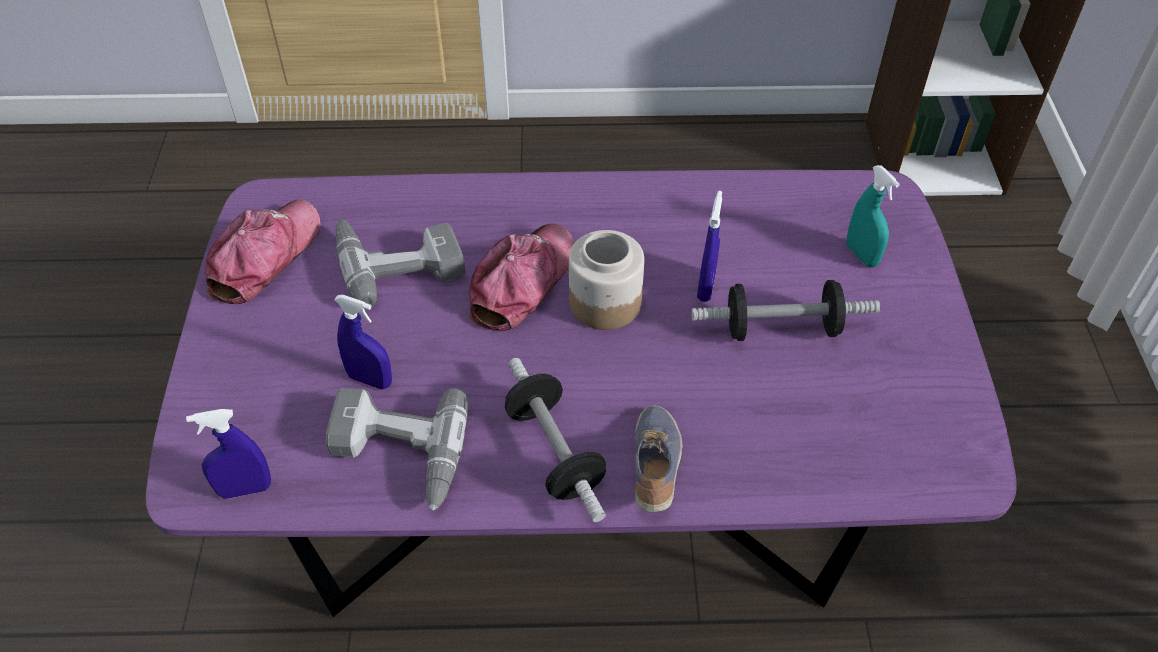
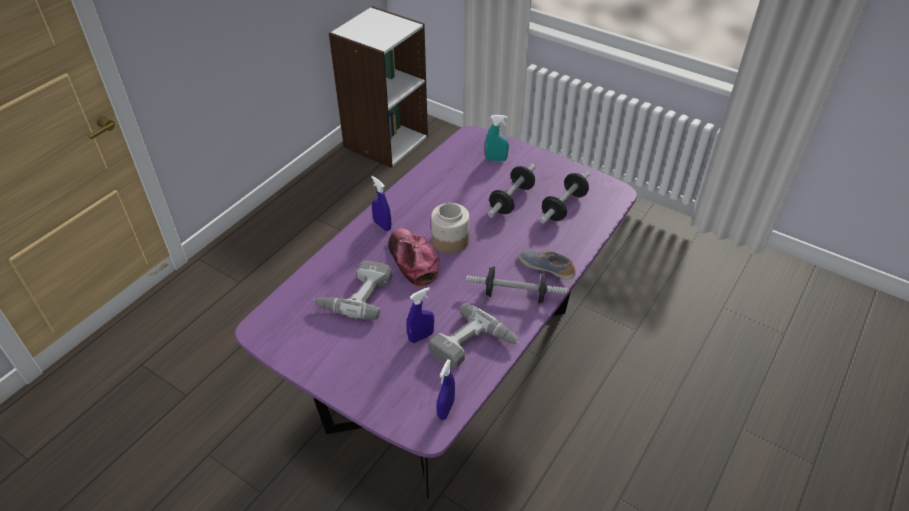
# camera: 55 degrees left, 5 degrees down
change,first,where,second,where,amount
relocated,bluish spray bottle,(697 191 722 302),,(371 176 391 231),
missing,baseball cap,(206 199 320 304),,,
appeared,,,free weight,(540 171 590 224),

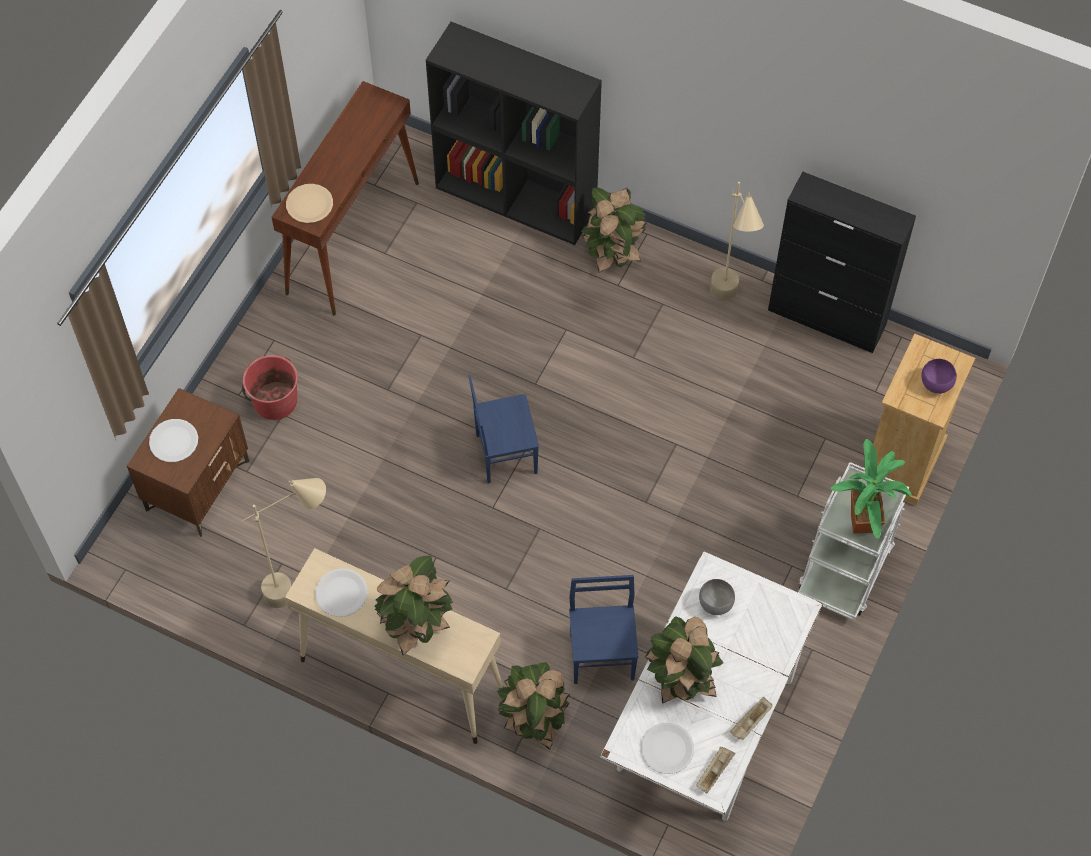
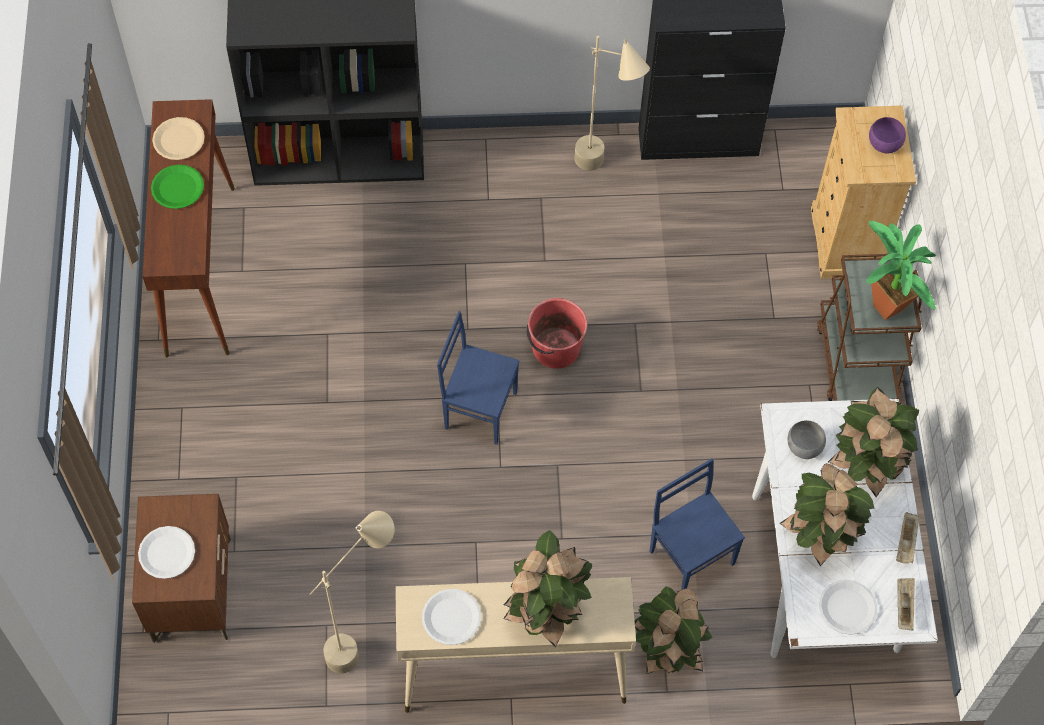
# camera: 30 degrees left, 0 degrees up
change,first,where,second,where,amount
relocated,beige-coloured flat dish,(286 184 333 223),,(152 117 205 160),
relocated,plant in a pot,(581 187 647 273),,(828 387 919 497),
relocated,red-coloured water bucket,(242 355 298 420),,(527 298 587 369),
spun,bluish plain chair,(468 375 539 483),,(437 311 520 445),60 degrees clockwise
colour,white-coloured cart,(798 462 909 621),brown-coloured cart,(817 254 922 405),
appeared,,,green flat dish,(151 165 204 209),

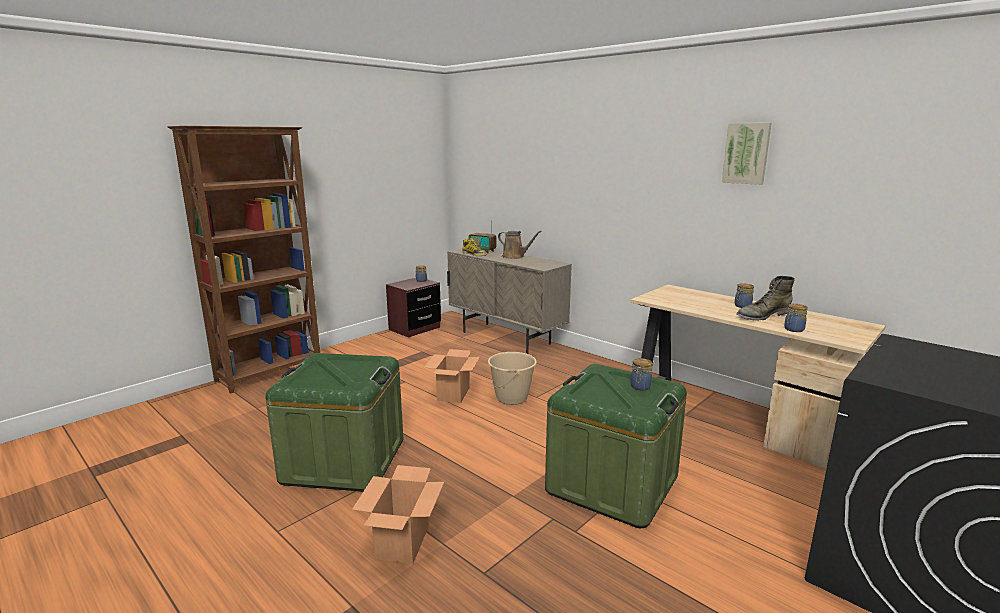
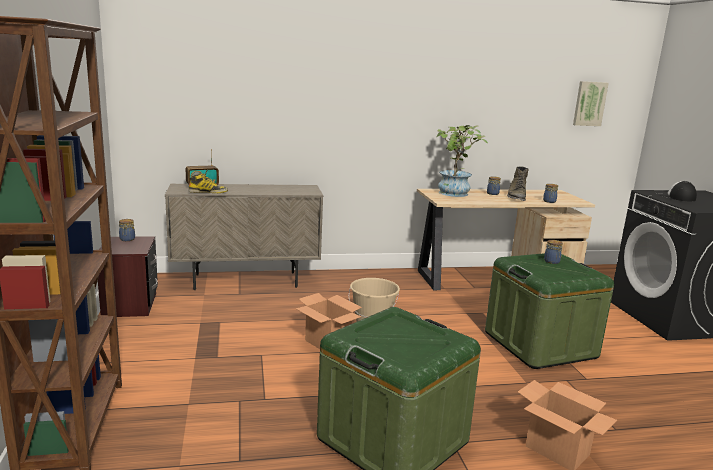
# camera: 55 degrees left, 0 degrees up
change,first,where,second,where,amount
relocated,picture,(722 123 772 185),,(573 81 609 126),
missing,brown-coloured watering can,(498 231 542 259),,,
appeared,,,plant in a pot,(436 125 488 197),
appeared,,,baseball cap,(656 181 697 201),

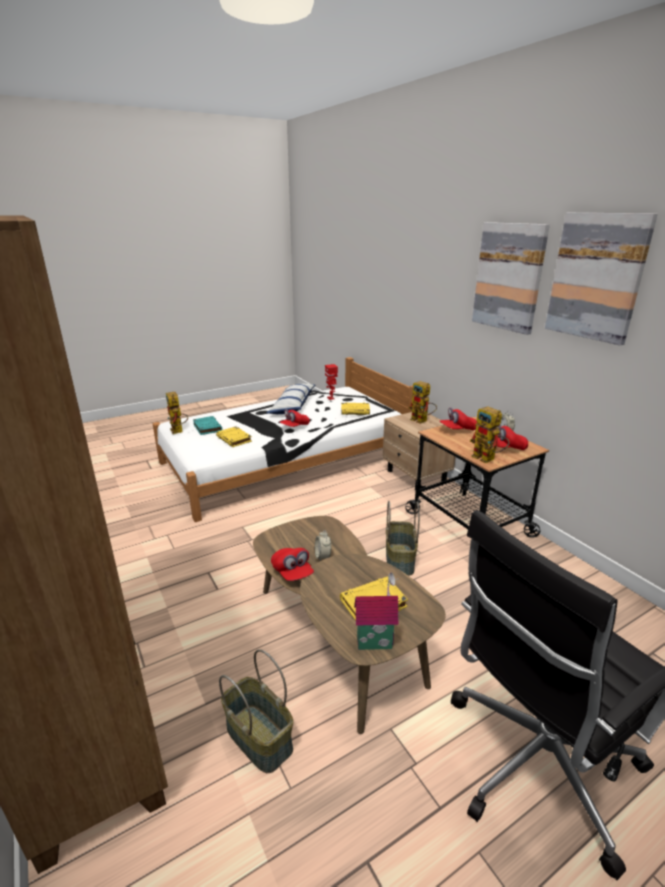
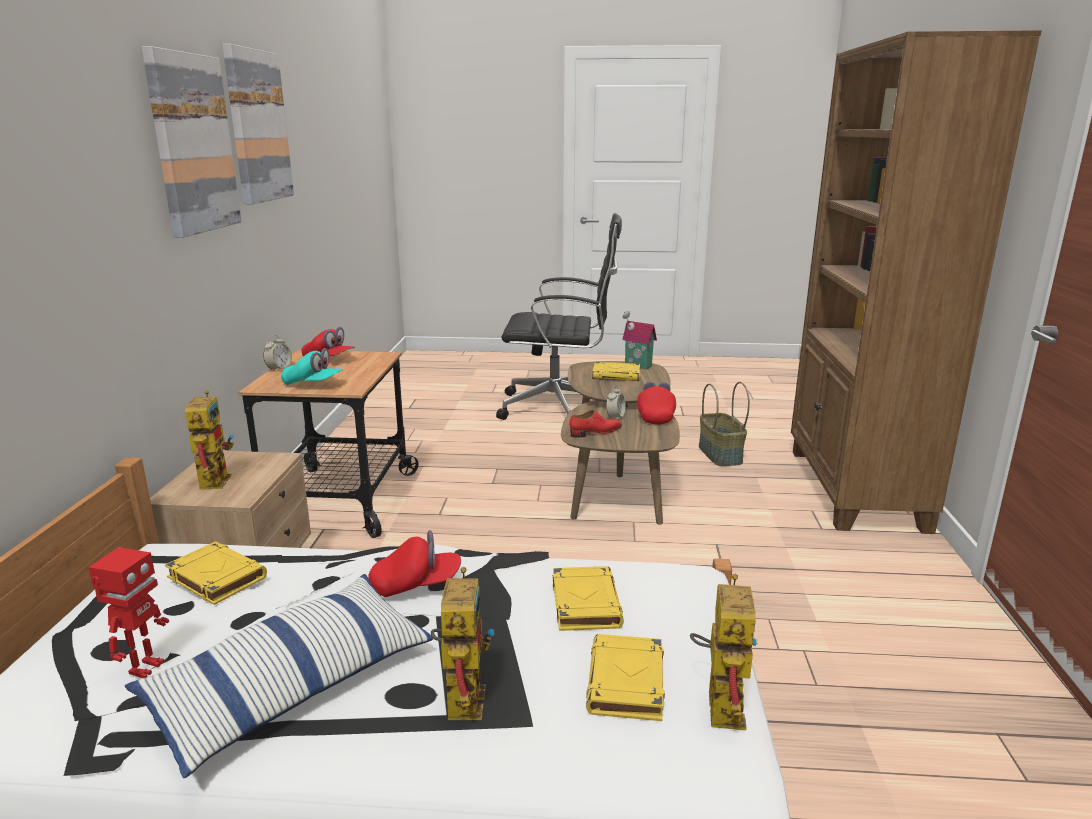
# camera: 145 degrees left, 5 degrees down
change,first,where,second,where,amount
relocated,model robot,(469 406 510 463),,(431 567 494 720),
colour,red-coloured baseball cap,(440 407 477 430),turquoise baseball cap,(281 348 343 385),
colour,turquoise volume,(193 416 222 435),yellow-coloured volume,(586 634 665 721),
missing,household basket,(386 501 420 576),,,
appeared,,,red-coloured item of footwear,(569 410 622 438),

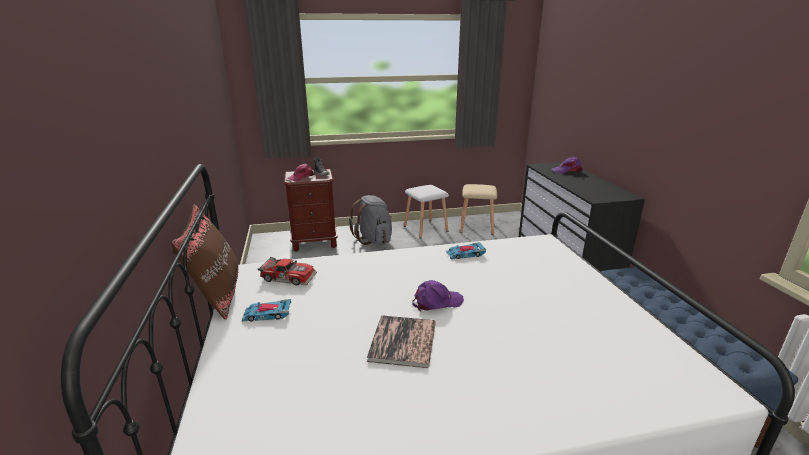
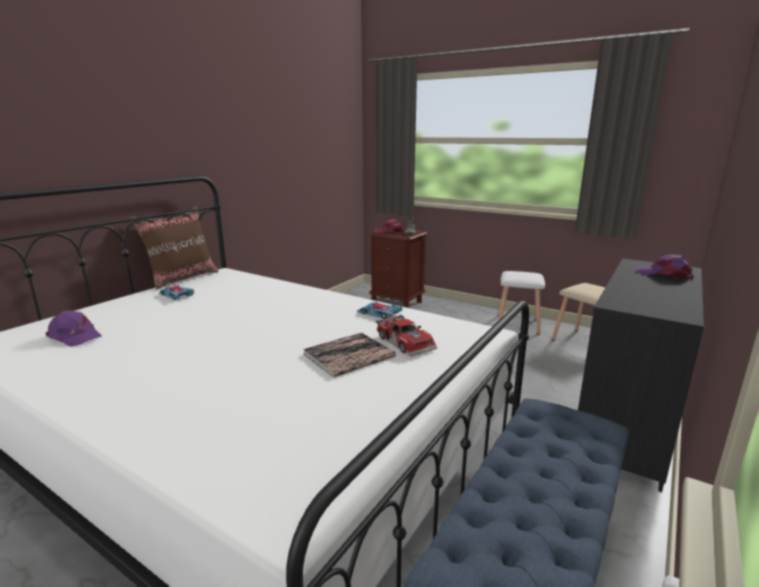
# camera: 45 degrees right, 5 degrees down
change,first,where,second,where,amount
missing,greyish rucksack,(349 195 392 245),,,
relocated,toy car,(258 257 317 285),,(376 314 437 356),
relocated,purple-coloured baseball cap,(412 280 464 312),,(46 310 102 347),
relocated,volume,(367 315 436 368),,(303 333 396 377),

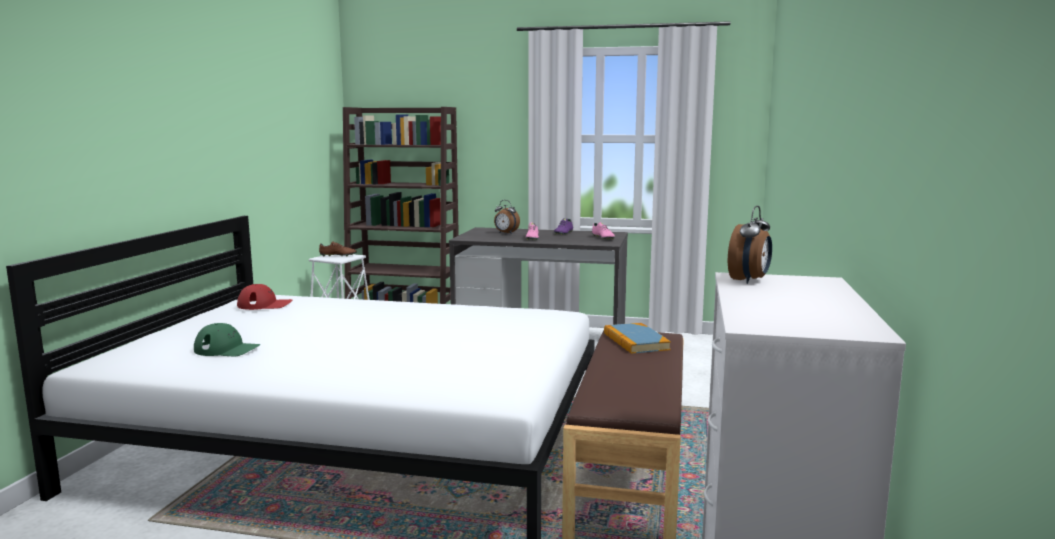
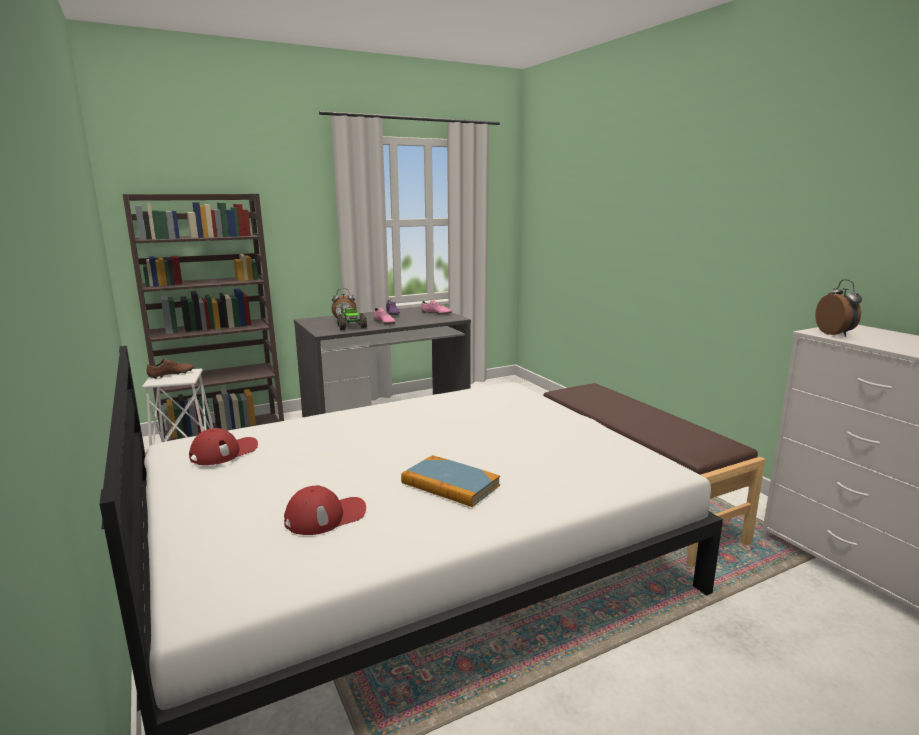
# camera: 40 degrees left, 5 degrees up
change,first,where,second,where,amount
colour,green baseball cap,(194 323 260 356),red-coloured baseball cap,(284 485 366 535),
relocated,volume,(604 323 671 354),,(401 455 500 507),
appeared,,,toy lorry,(337 303 367 330),

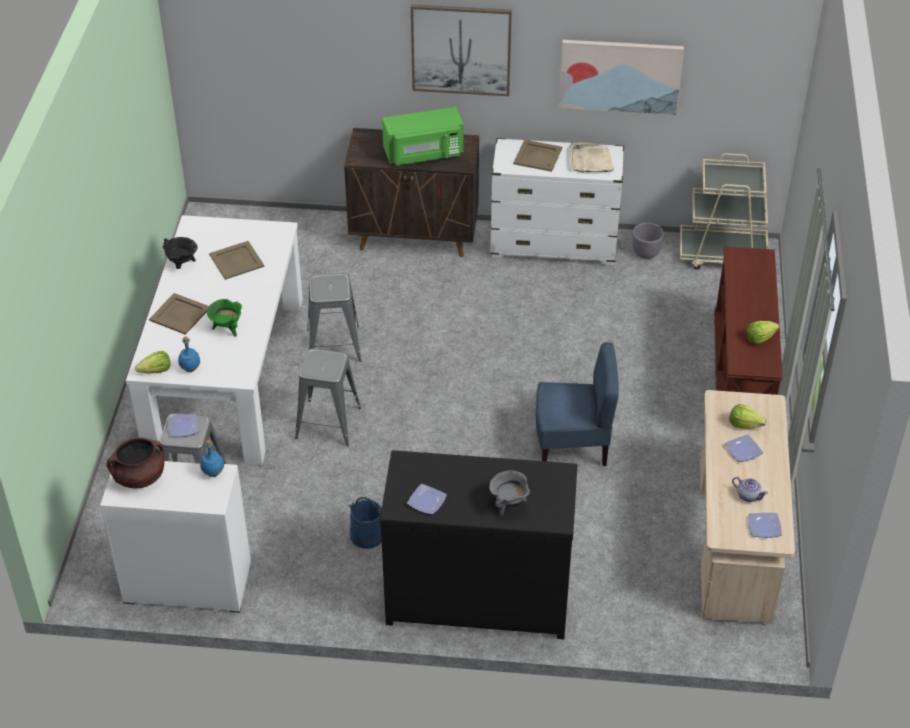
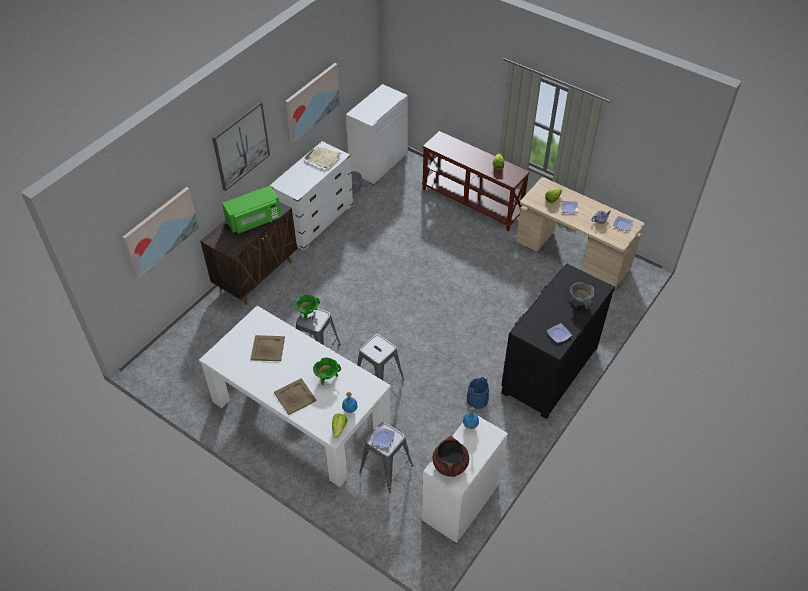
# camera: 60 degrees left, 5 degrees up
change,first,where,second,where,amount
spun,green kitchen microwave,(382 107 464 166),,(222 186 281 234),45 degrees clockwise
missing,beige-coloured serving tray,(513 140 562 172),,,
exchanged,beige-coloured cart,(680 153 769 269),white-coloured cabinet,(346 84 408 185),
missing,blackish saucepot,(163 237 197 269),,,
missing,bluish plain chair,(536 342 619 466),,,
appeared,,,picture,(122 187 199 278),
appeared,,,green saucepot,(295 295 320 320),

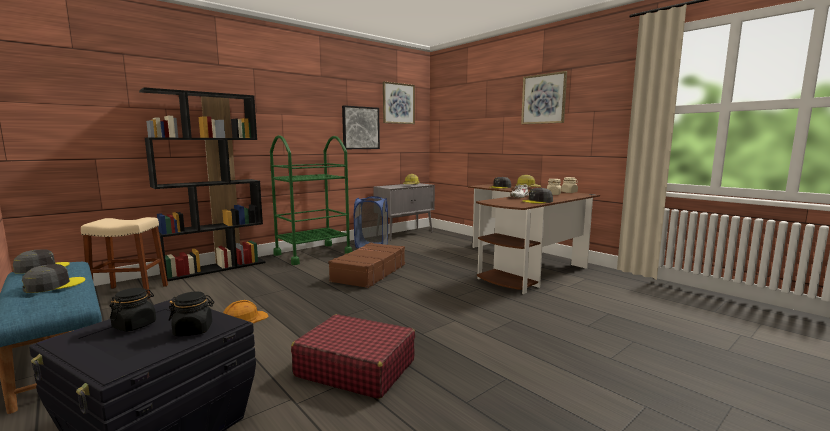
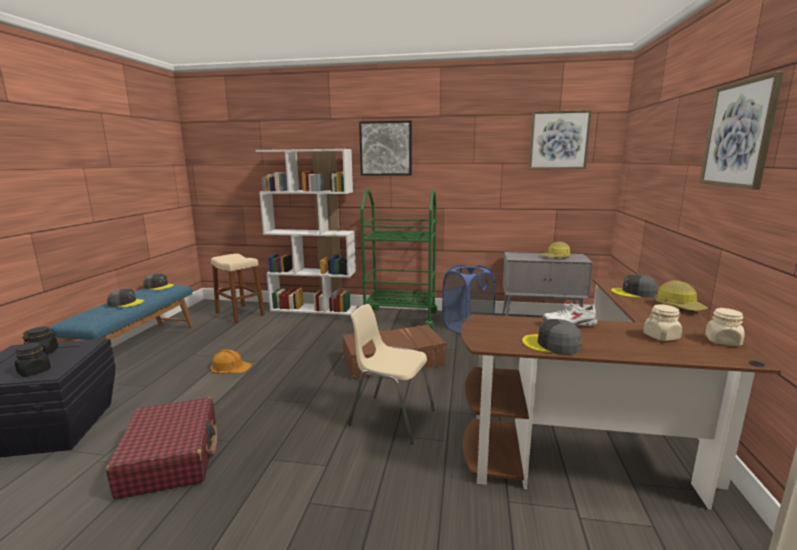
# camera: 50 degrees right, 5 degrees up
change,first,where,second,where,amount
colour,blackish bookcase,(139 87 266 282),white-coloured bookcase,(255 149 357 315),
relocated,picture,(342 105 380 149),,(359 120 412 175),
appeared,,,beige-coloured plain chair,(348 304 435 444),

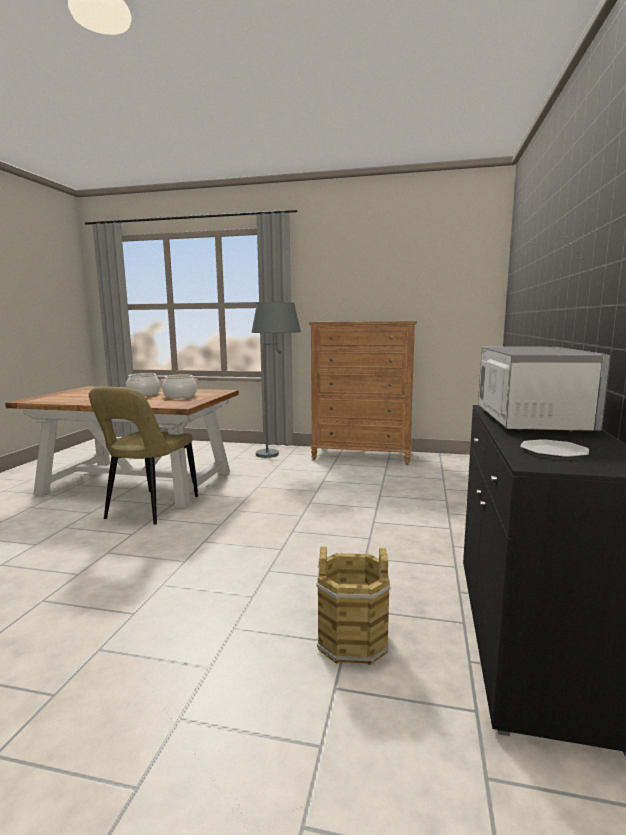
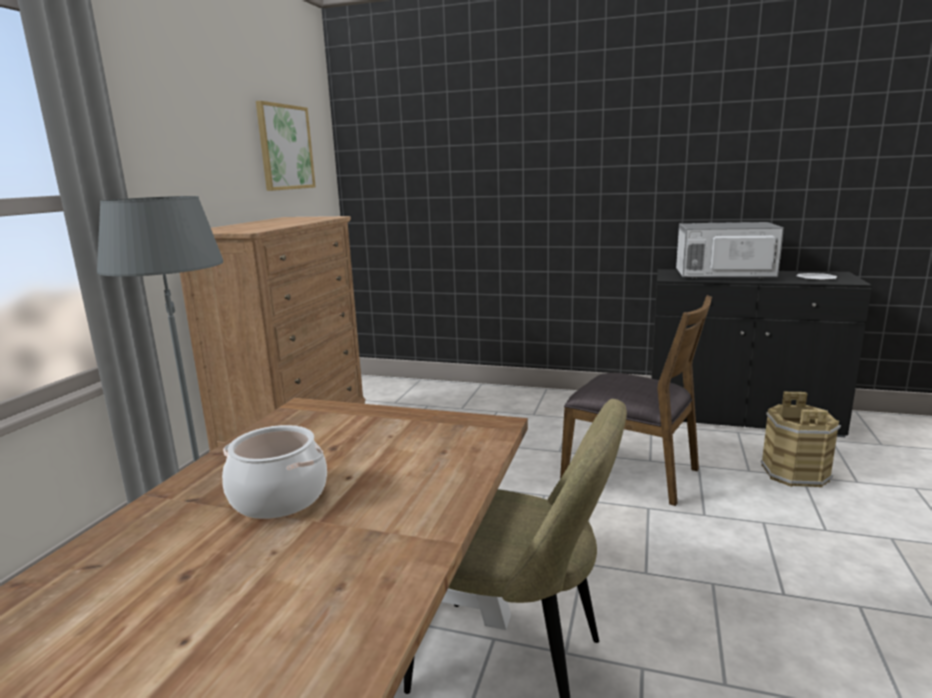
# camera: 85 degrees left, 5 degrees up
change,first,where,second,where,amount
missing,saucepot,(161 375 198 398),,,
appeared,,,picture,(256 101 316 191),
appeared,,,brown-coloured plain chair,(560 295 712 506),

